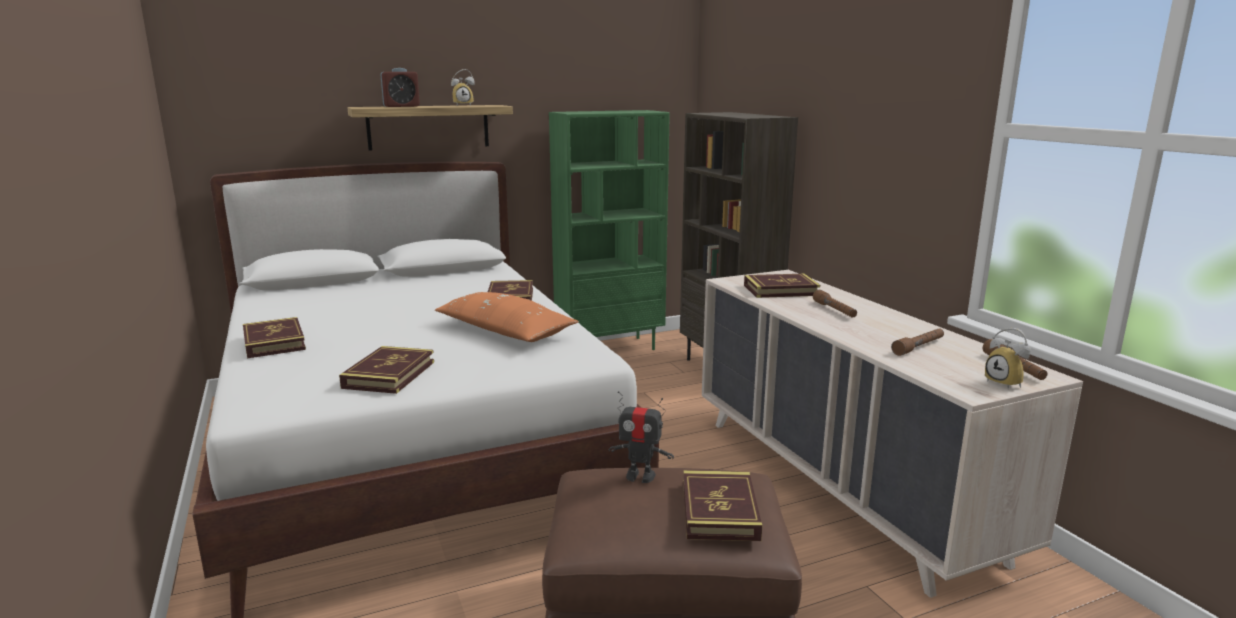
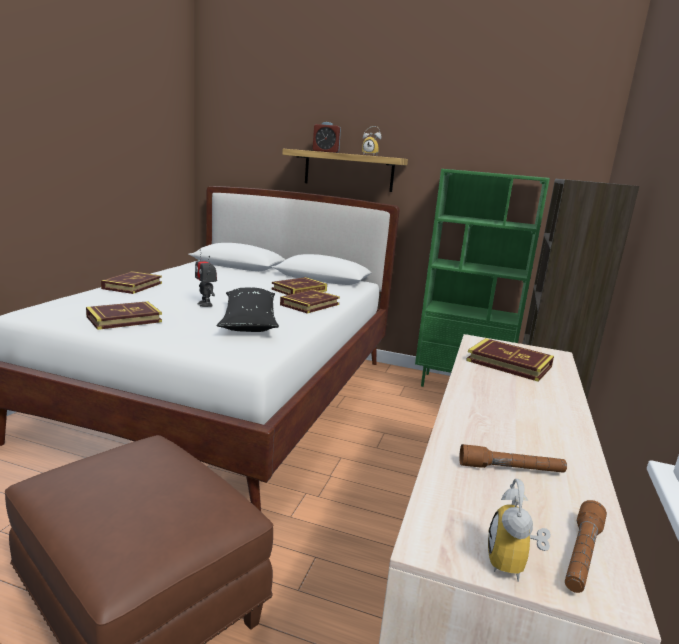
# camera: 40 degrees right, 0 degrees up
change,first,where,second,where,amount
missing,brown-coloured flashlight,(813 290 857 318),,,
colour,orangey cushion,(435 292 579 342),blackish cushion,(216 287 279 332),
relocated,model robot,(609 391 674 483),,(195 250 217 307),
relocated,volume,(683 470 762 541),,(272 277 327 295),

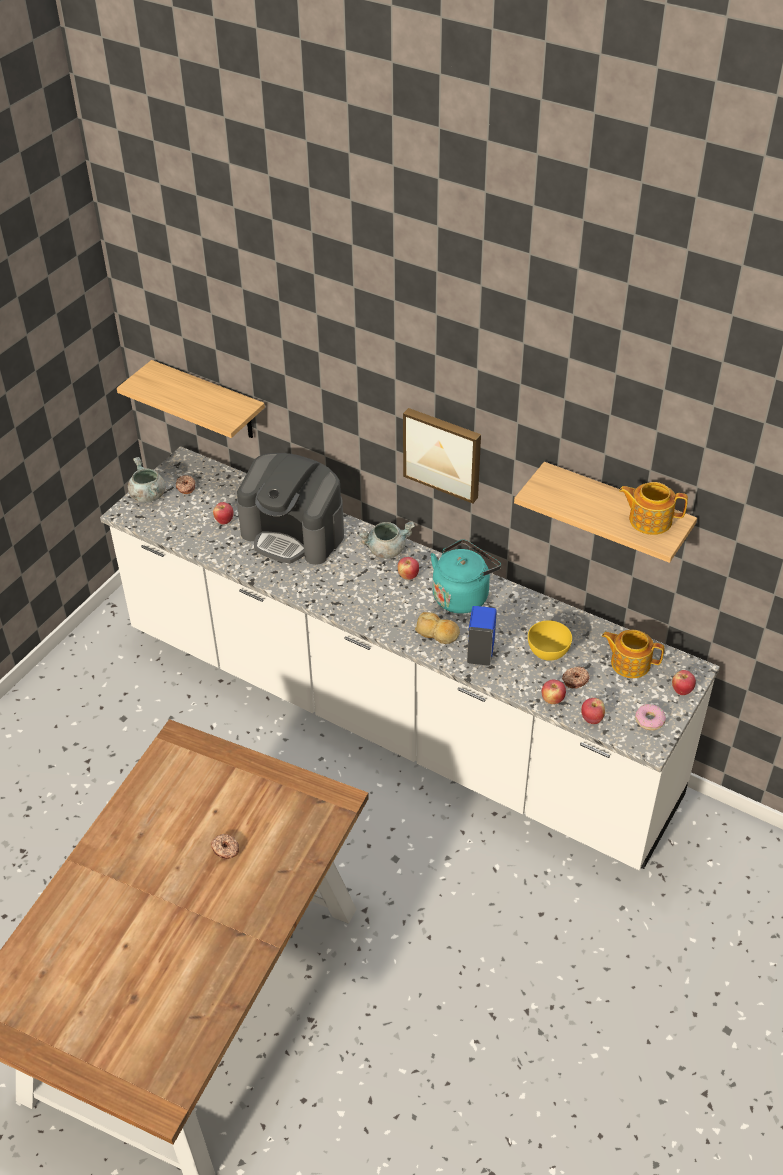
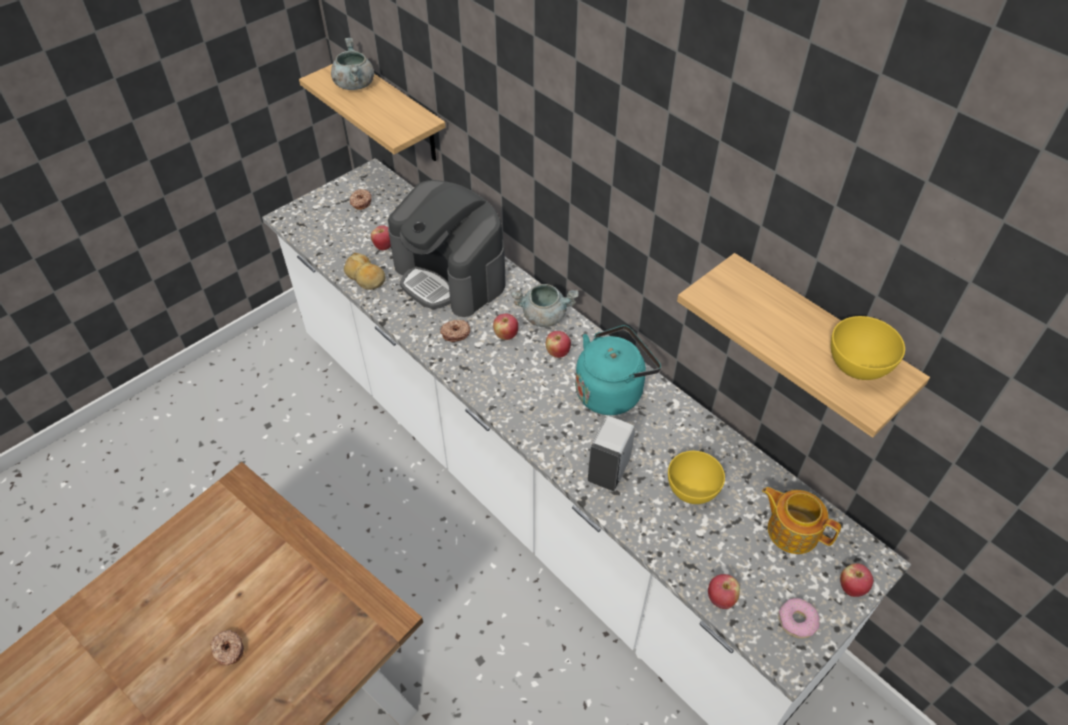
# camera: 15 degrees right, 5 degrees up
change,first,where,second,where,amount
missing,picture,(403 408 481 504),,,
relocated,greyish saucepot,(128 457 166 502),,(331 38 374 90),
exchanged,tea pot,(619 482 688 535),yellow-coloured bowl,(831 316 905 380),
colour,bluish liquid soap bottle,(467 606 497 666),white-coloured liquid soap bottle,(588 416 635 491),
relocated,bakery bread,(415 612 460 644),,(344 253 386 290),
relocated,donut,(562 666 590 688),,(440 320 470 342),
relocated,whole apple,(542 679 566 704),,(493 314 518 340),

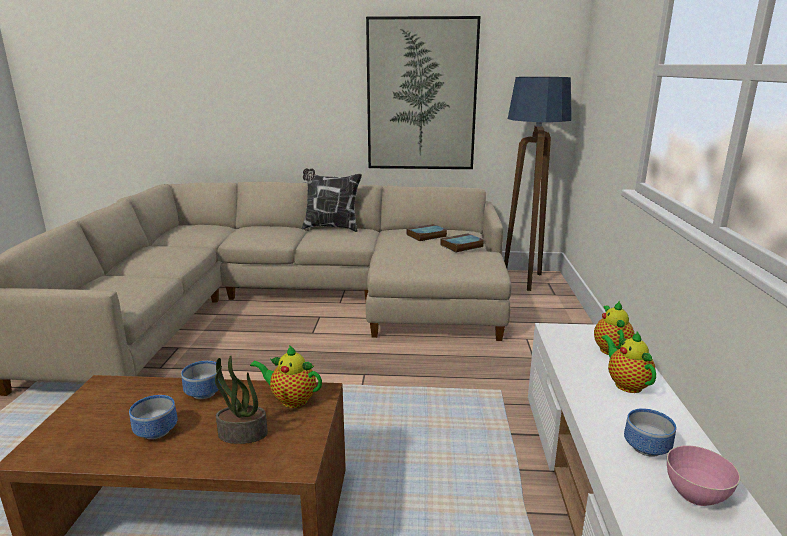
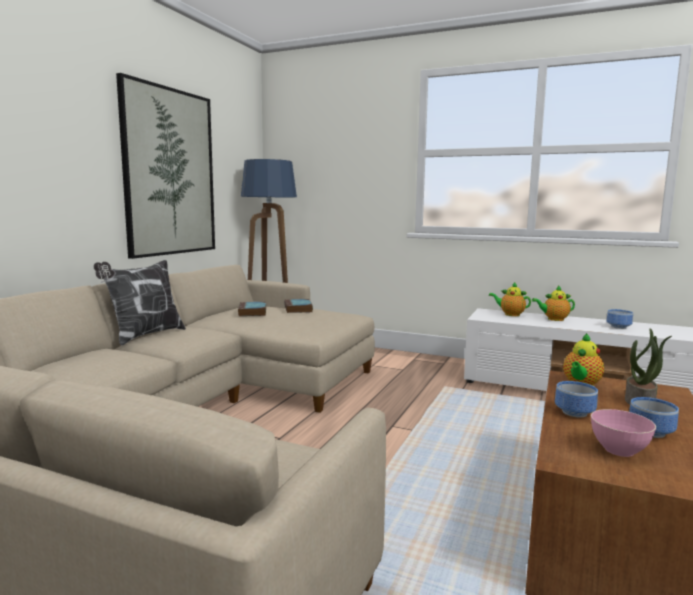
# camera: 70 degrees left, 10 degrees down
change,first,where,second,where,amount
relocated,pink bowl,(667 445 740 506),,(591 409 656 457),

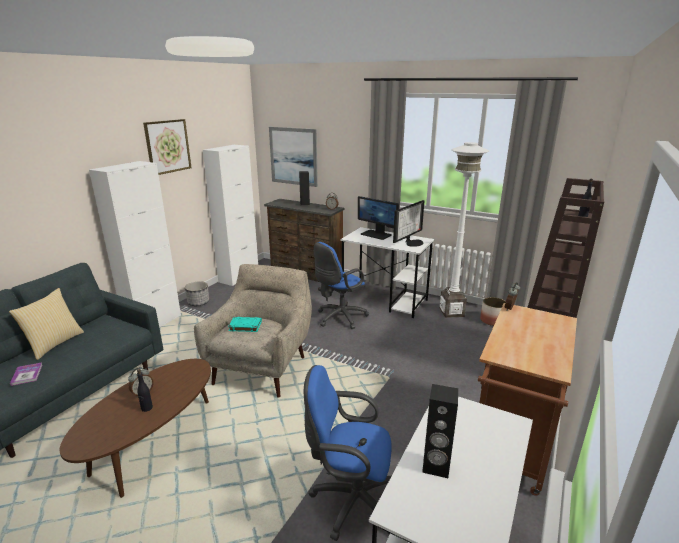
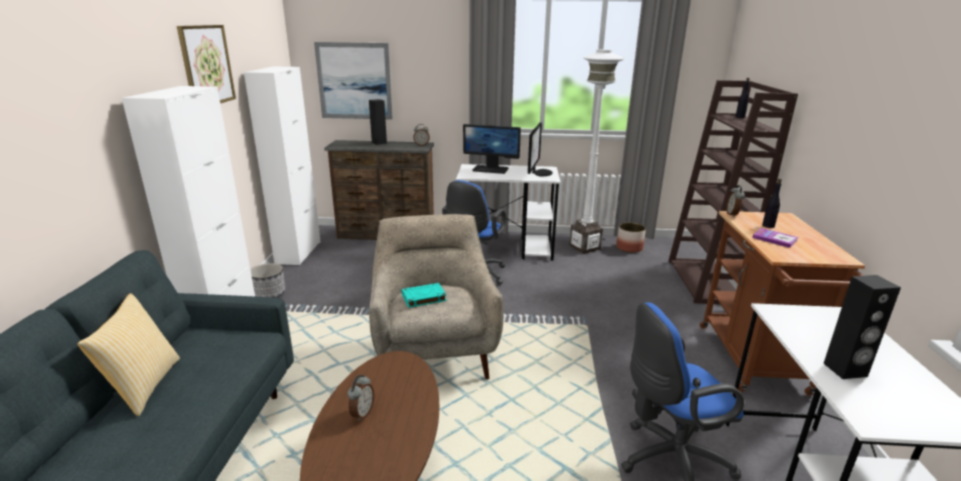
# camera: 25 degrees left, 0 degrees up
change,first,where,second,where,amount
relocated,volume,(10 362 42 386),,(752 228 798 248),
relocated,blackish bottle,(137 369 153 412),,(762 179 782 228),

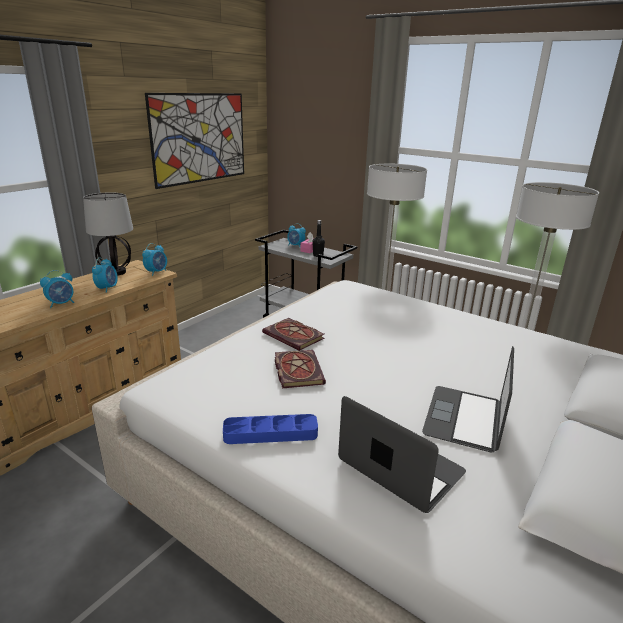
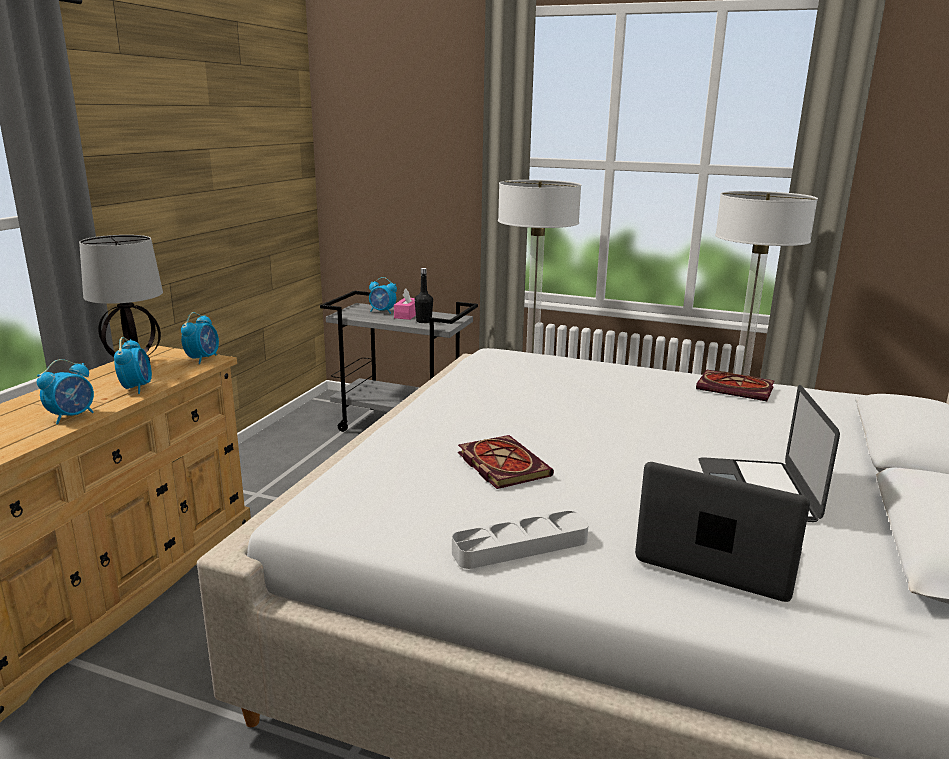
# camera: 15 degrees left, 5 degrees down
change,first,where,second,where,amount
missing,picture,(145 93 244 189),,,
relocated,volume,(262 318 324 351),,(696 370 775 401),
colour,bluish serving tray,(223 414 318 444),greyish serving tray,(452 511 588 569),

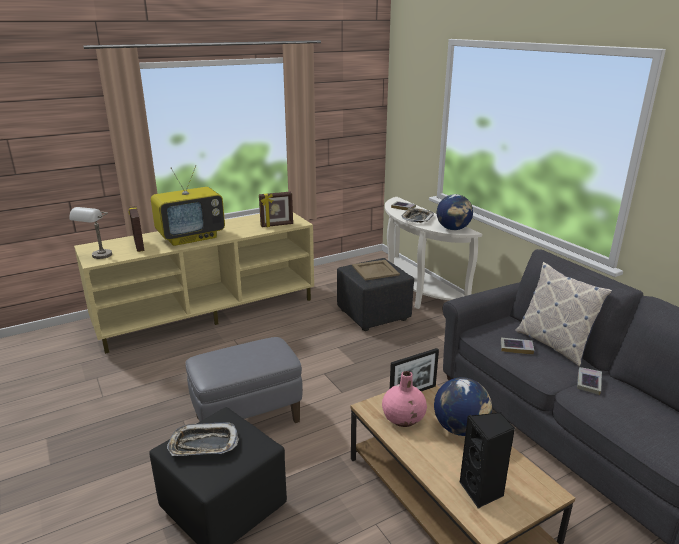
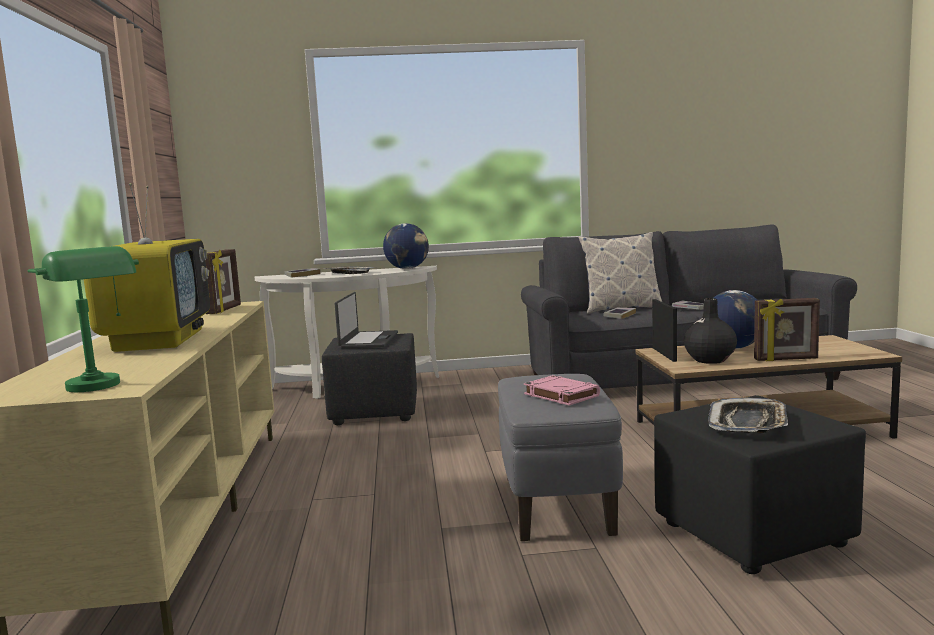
# camera: 65 degrees left, 15 degrees down
change,first,where,second,where,amount
relocated,standing frame,(128 206 145 252),,(754 298 820 361),
colour,greyish lamp for a table,(69 207 112 259),green lamp for a table,(28 246 139 392),
exchanged,beige-coloured serving tray,(352 260 400 281),laptop,(335 292 398 349),
colour,pink flower vase,(382 371 427 427),blackish flower vase,(684 298 737 364),
missing,blackish speaker,(460 413 515 508),,,
appeared,,,pink volume,(524 375 600 406),

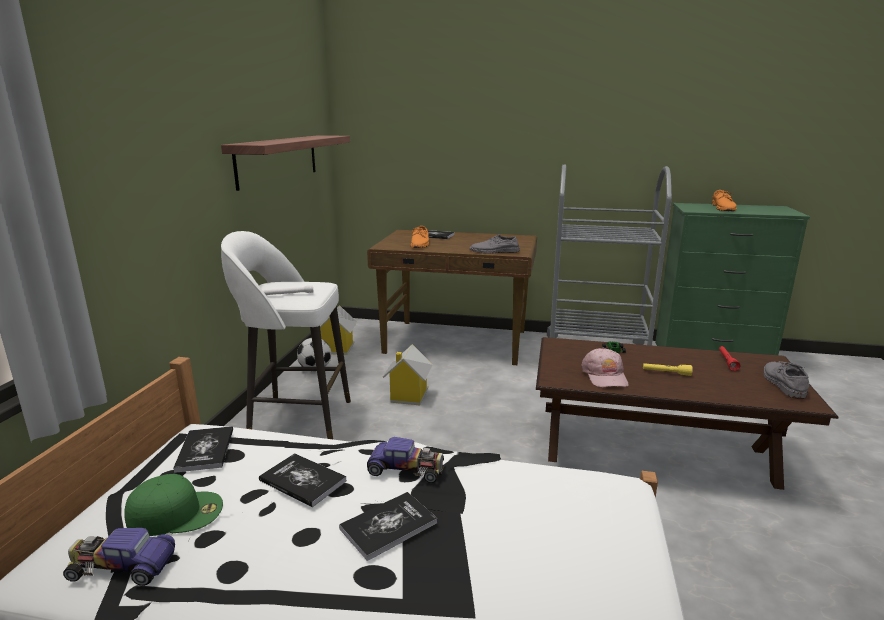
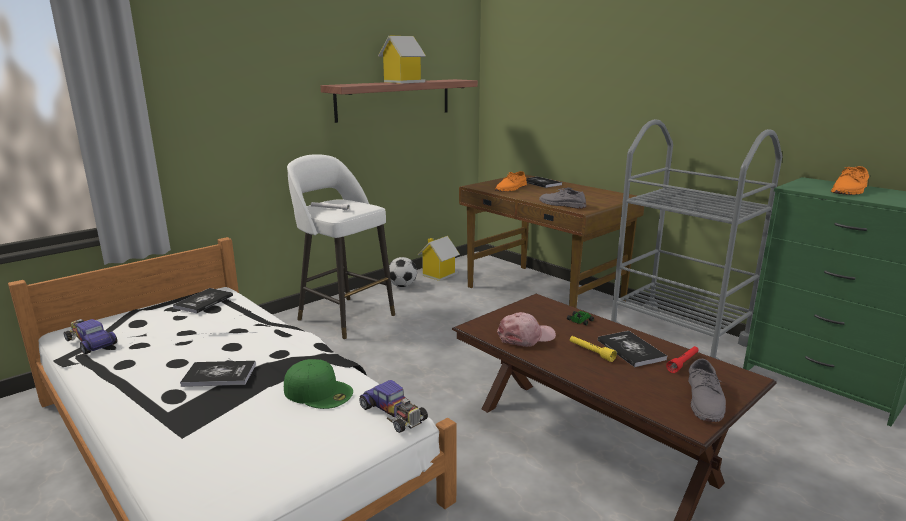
# camera: 35 degrees right, 0 degrees up
change,first,where,second,where,amount
relocated,miniature house,(383 344 433 405),,(378 35 426 83),
spun,pink baseball cap,(581 348 629 387),,(497 312 556 347),150 degrees counterclockwise
spun,greyish item of footwear,(763 361 809 399),,(688 359 726 422),150 degrees clockwise
relocated,toy car,(367 437 444 483),,(360 380 428 433),
relocated,volume,(259 453 347 507),,(598 331 667 367),
relocated,green baseball cap,(124 474 223 536),,(284 359 353 409),

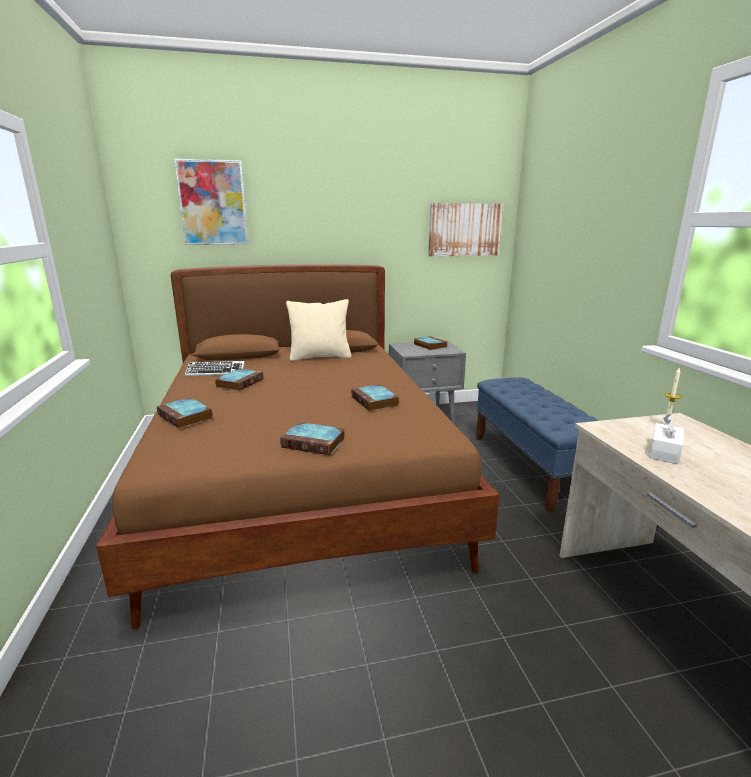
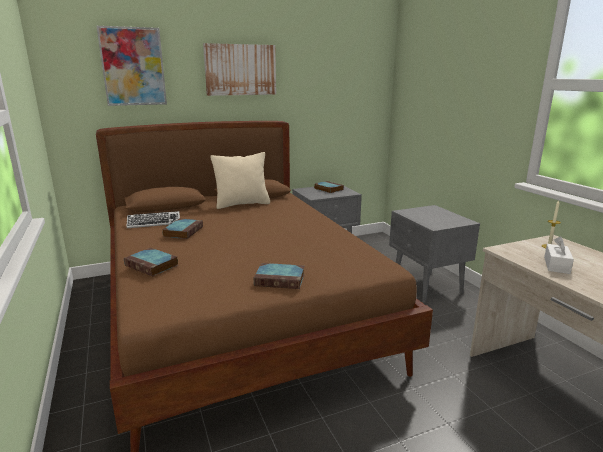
# camera: 10 degrees left, 0 degrees up
change,first,where,second,where,amount
relocated,picture,(429 203 503 257),,(203 43 276 96),
exchanged,bluish indoor bench,(476 377 599 512),greyish nightstand,(389 205 480 303),
missing,volume,(351 384 399 411),,,

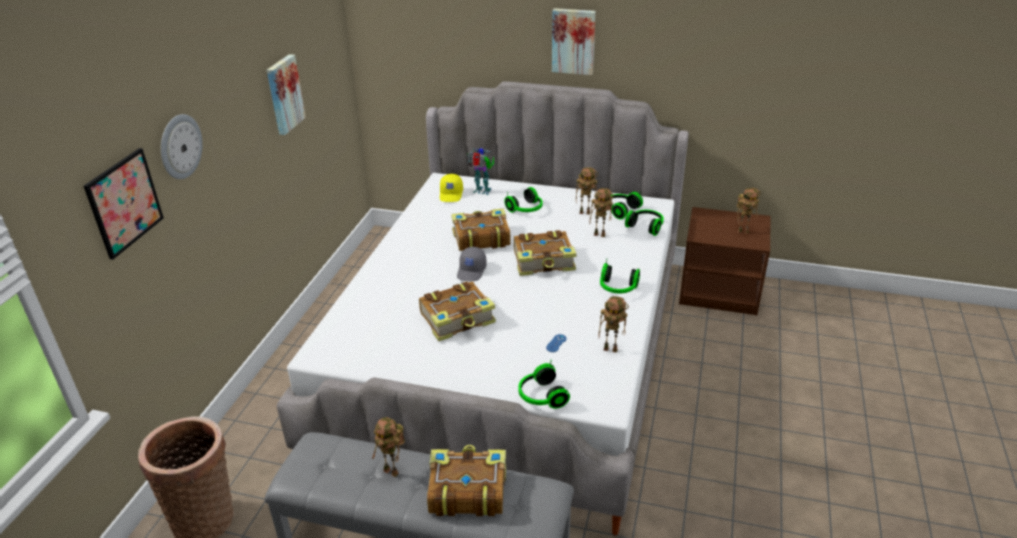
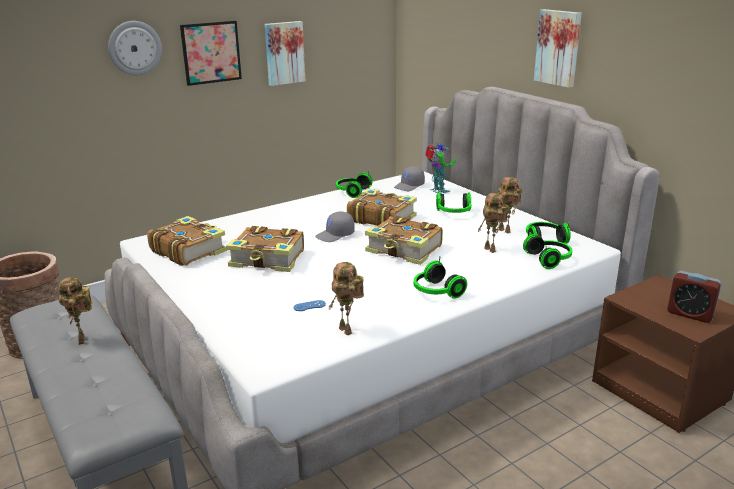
# camera: 40 degrees right, 10 degrees down
change,first,where,second,where,amount
relocated,picture,(84 148 164 260),,(180 21 242 86),
colour,yellow-coloured baseball cap,(440 174 463 202),greyish baseball cap,(394 166 425 191),
exchanged,model robot,(737 188 761 234),bedside clock,(667 271 722 323),
relocated,headset,(518 360 570 409),,(336 171 373 198),
relocated,volume,(427 445 506 516),,(147 216 227 266),

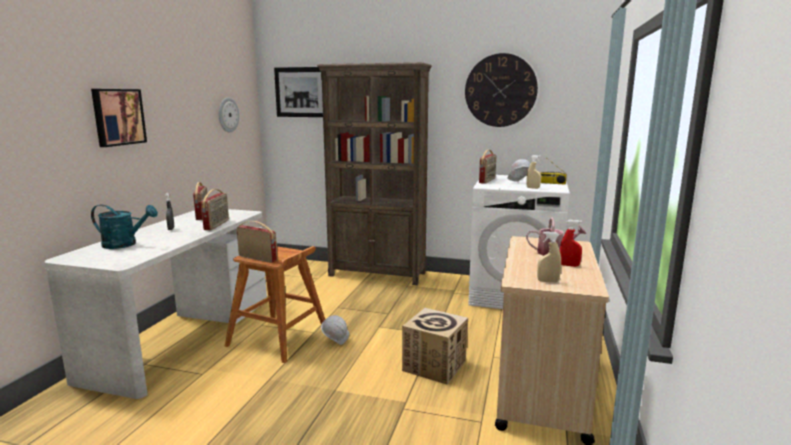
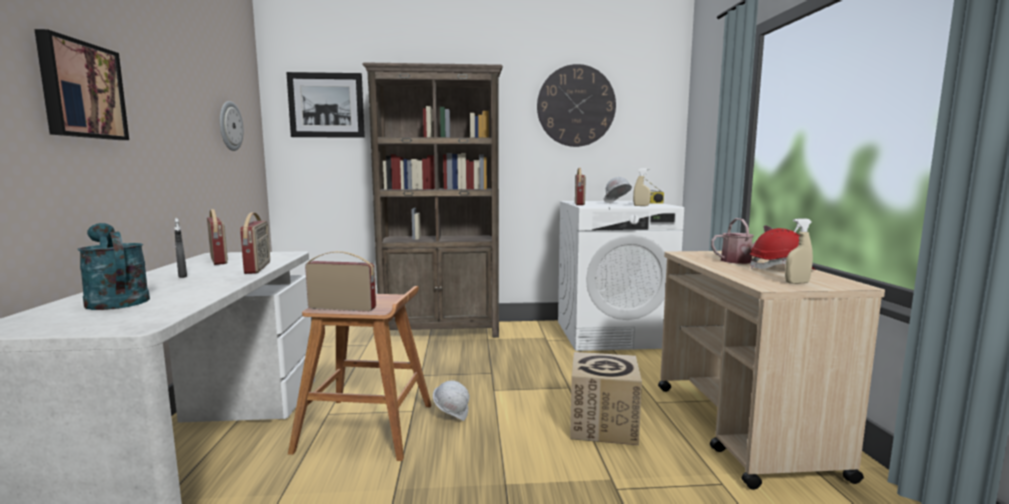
# camera: 20 degrees left, 5 degrees down
change,first,where,second,where,amount
spun,turquoise watering can,(91 205 158 249),,(77 223 150 310),120 degrees counterclockwise
exchanged,red-coloured spray bottle,(560 220 582 267),red-coloured hard hat,(750 228 816 270),

